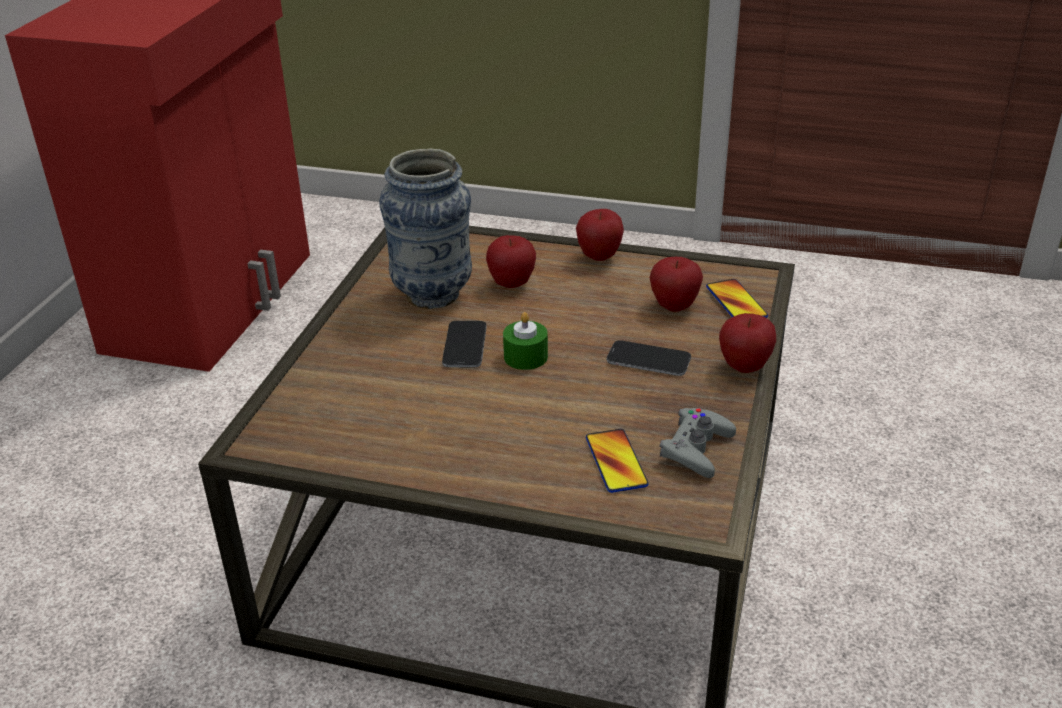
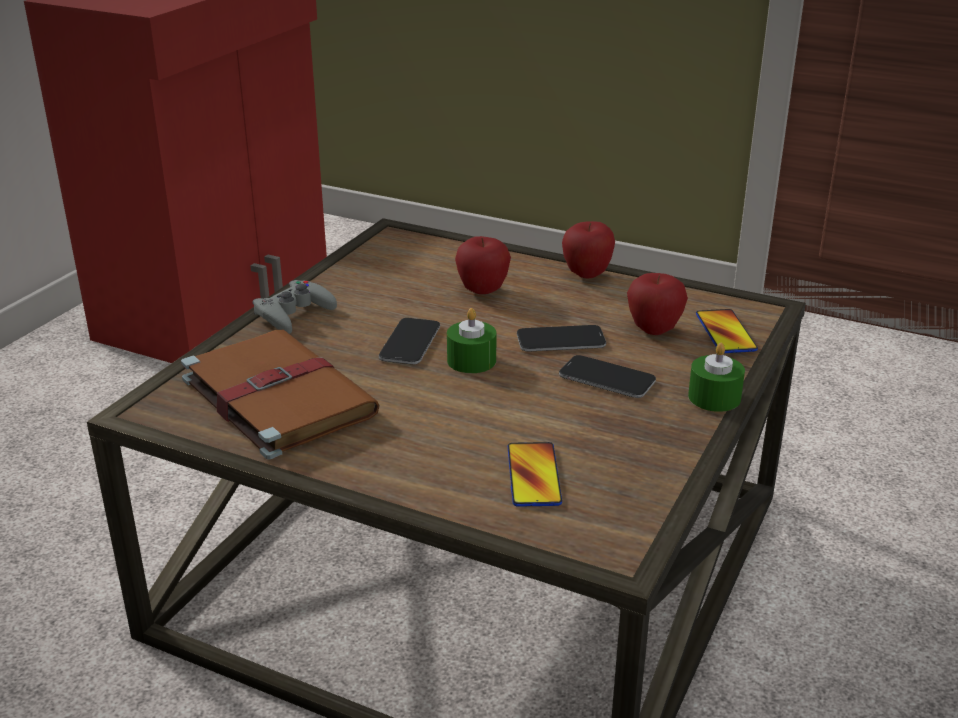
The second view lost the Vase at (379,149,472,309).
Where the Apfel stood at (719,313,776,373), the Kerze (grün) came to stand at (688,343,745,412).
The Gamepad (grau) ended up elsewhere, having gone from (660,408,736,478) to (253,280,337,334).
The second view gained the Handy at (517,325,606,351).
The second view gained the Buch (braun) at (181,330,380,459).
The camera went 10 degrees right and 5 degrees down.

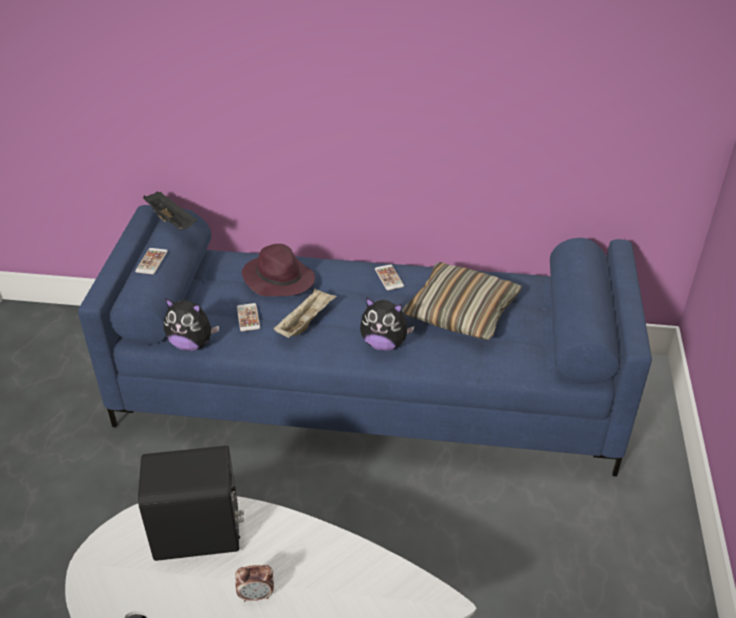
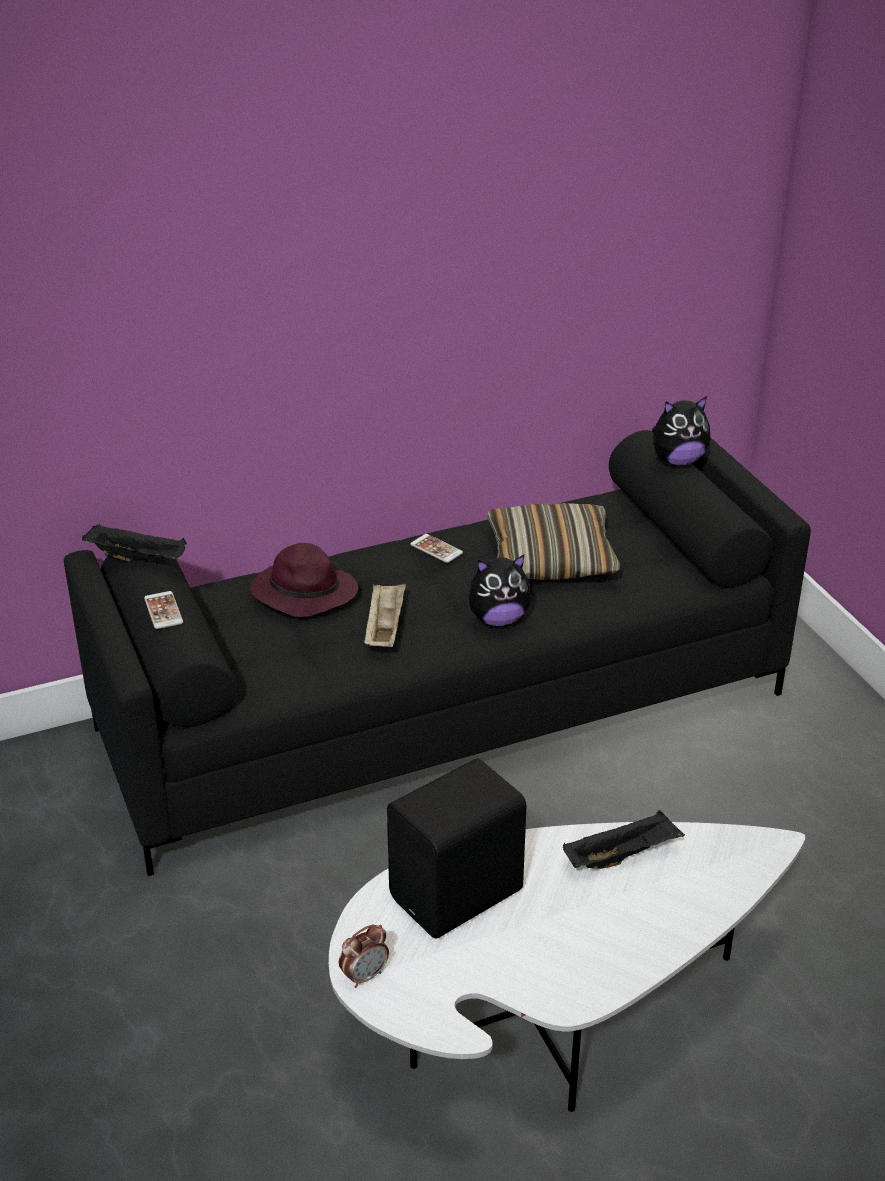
What was the Sofa (blau) at (78,205,652,476) turned into the Sofa (schwarz) at (64,430,811,876).
The Plüschtier ended up elsewhere, having gone from (164,298,219,351) to (652,396,710,466).
The second view lost the Handy at (237,303,260,331).
The Wecker ended up elsewhere, having gone from (235,565,274,602) to (339,924,389,988).
The second view gained the Tablett (schwarz) at (563,810,685,869).
The camera went 30 degrees left and 5 degrees down.

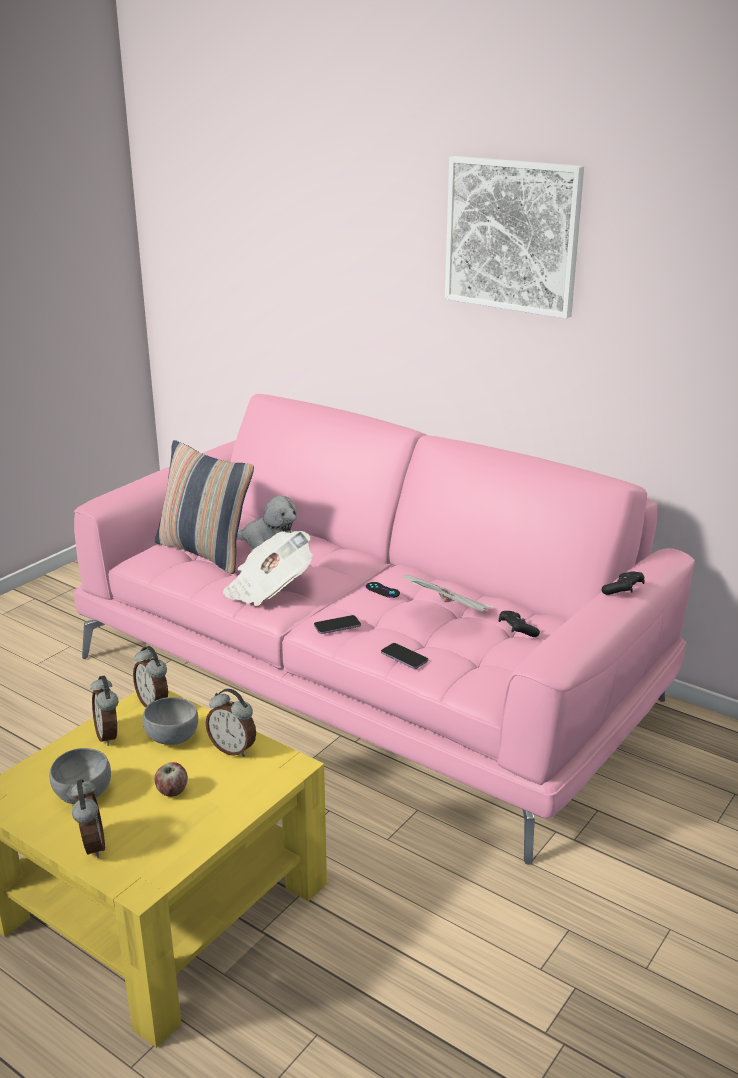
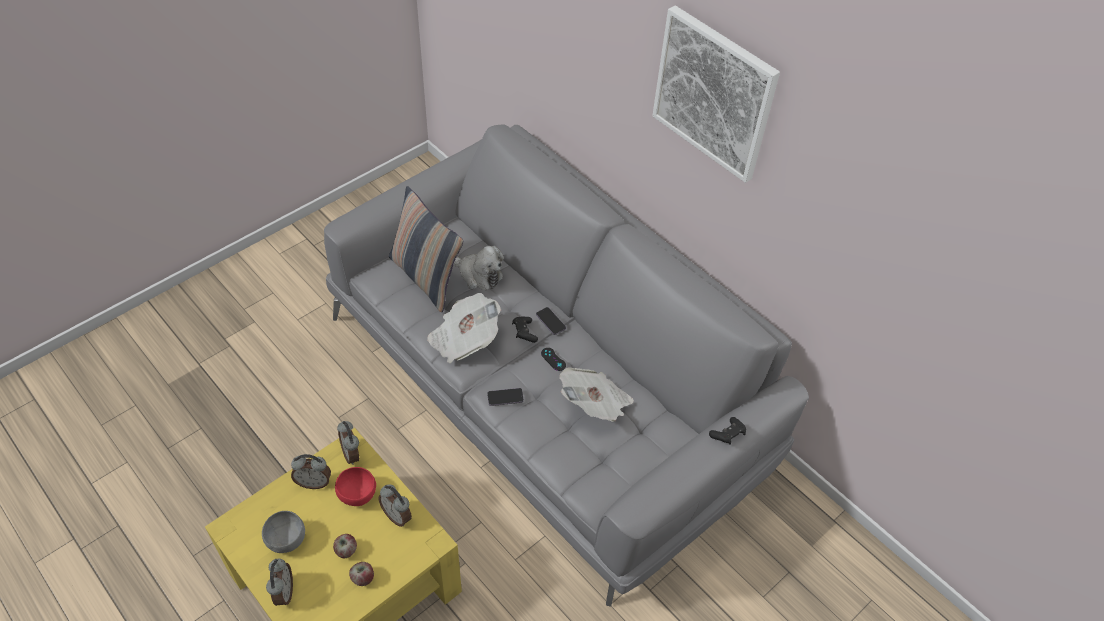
What was the Sofa (rosa) at (74,394,695,865) turned into the Sofa (grau) at (324,124,809,607).
The Gamepad (schwarz) ended up elsewhere, having gone from (499,611,540,637) to (512,317,538,343).
The Handy ended up elsewhere, having gone from (381,643,428,669) to (536,307,566,335).
The Wecker at (90,676,118,746) ended up facing another way, 75 degrees counterclockwise from before.
What was the Schüssel (grau) at (142,697,198,745) turned into the Schüssel (rot) at (335,467,376,506).
The second view gained the Apfel at (349,562,374,586).
The camera went 10 degrees right and 25 degrees up.

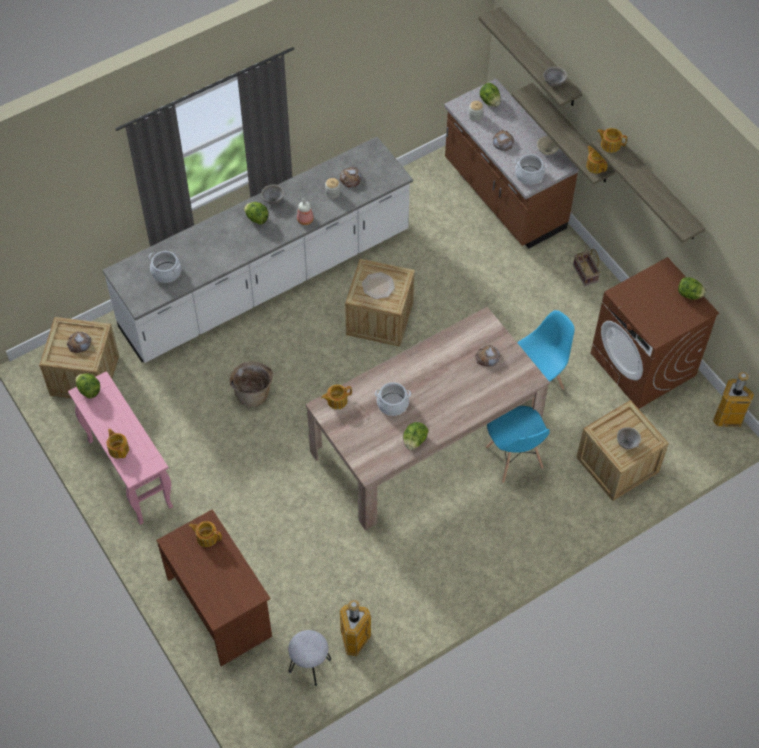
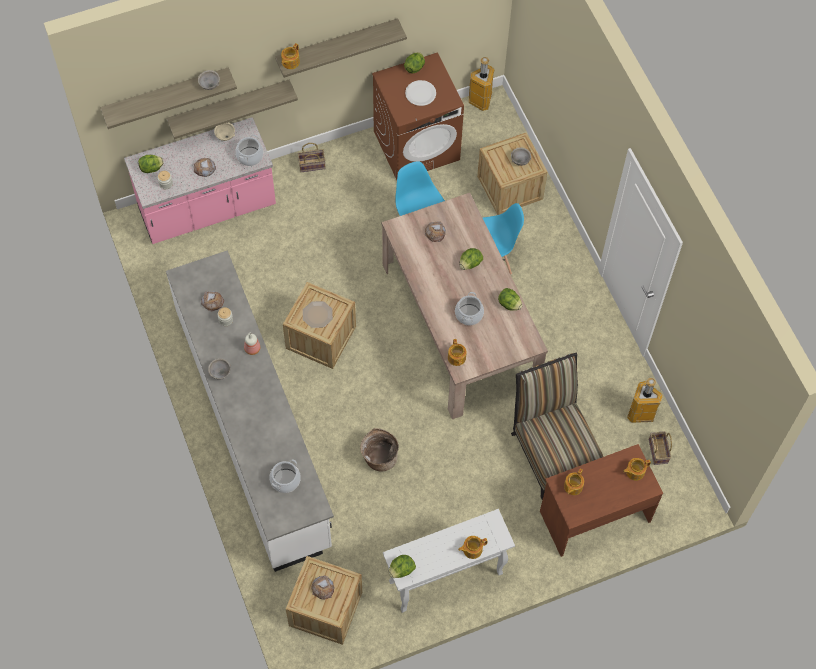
What was the Küchenzeile (braun) at (444,79,579,249) turned into the Küchenzeile (rosa) at (124,117,276,244).
The Teekanne ended up elsewhere, having gone from (586,146,608,173) to (623,458,651,481).
The Salatkopf ended up elsewhere, having gone from (244,202,269,225) to (460,248,483,270).
What was the Konsolentisch (rosa) at (68,371,173,525) turned into the Konsolentisch (weiß) at (383,509,515,613).
Where the Hocker (grau) stood at (288,630,331,686), the Korb came to stand at (649,431,672,465).
The second view gained the Teller (weiß) at (405,80,436,106).
The second view gained the Stuhl at (511,353,604,500).
The camera went 80 degrees left and 5 degrees up.

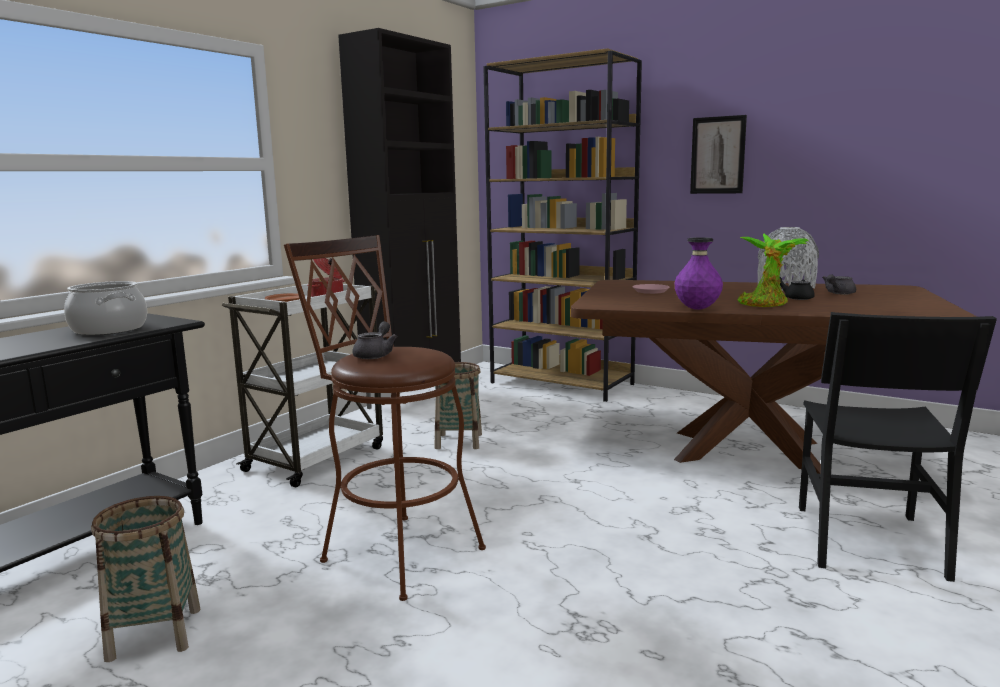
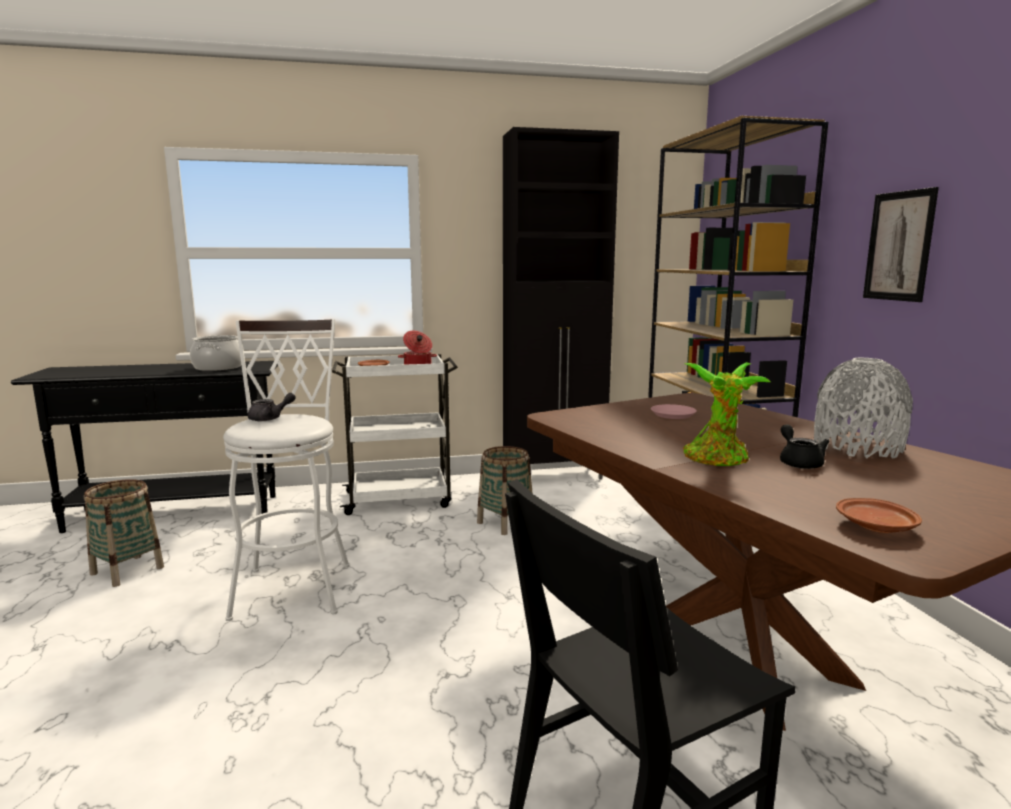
What was the Hocker (braun) at (284,235,486,601) turned into the Hocker (weiß) at (223,319,349,621).
The second view lost the Vase (lila) at (675,237,723,310).
The second view lost the Teekanne (grau) at (822,274,856,295).
The second view gained the Teller (braun) at (836,498,922,533).
The camera went 45 degrees right and 0 degrees up.

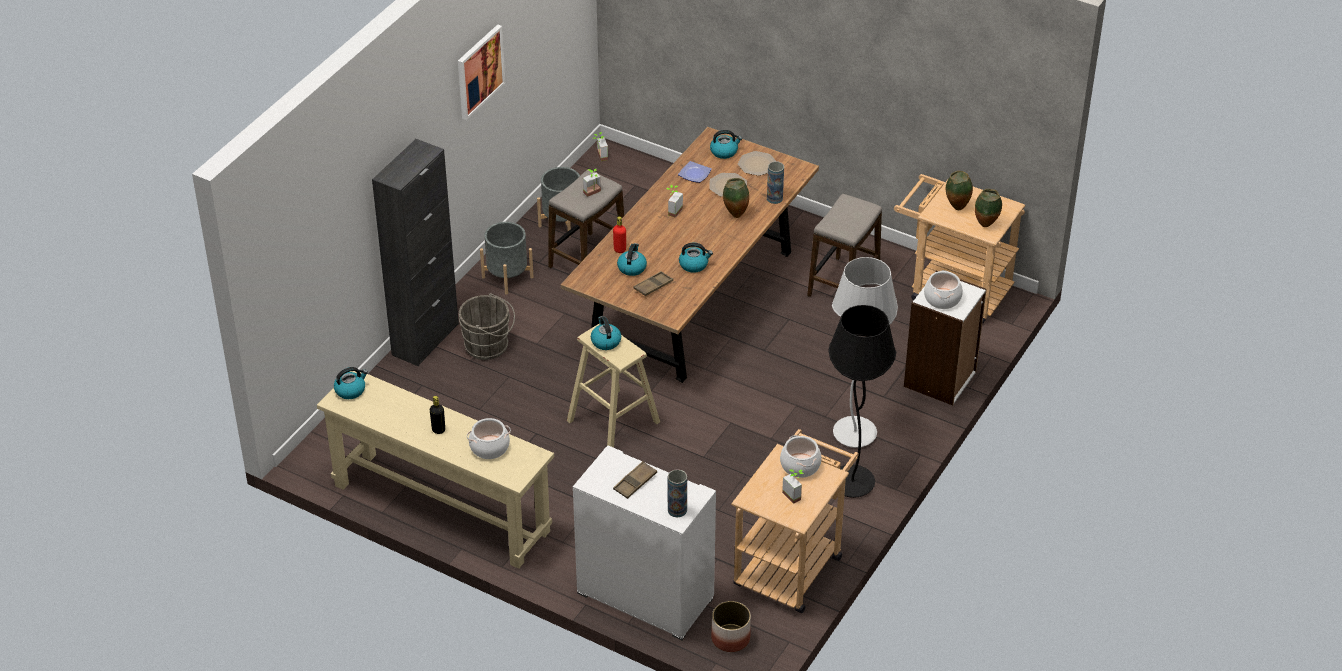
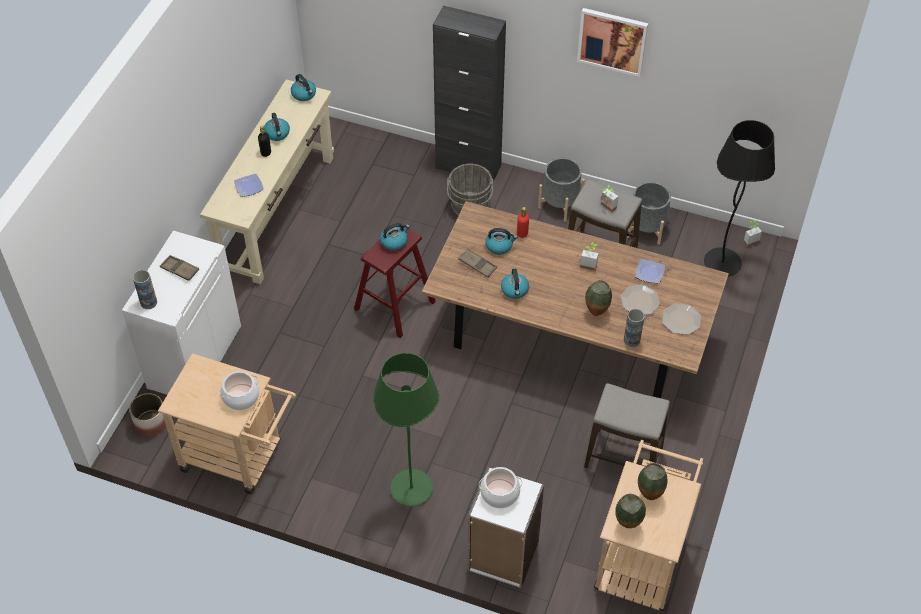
The Wasserkessel ended up elsewhere, having gone from (710,130,742,159) to (264,113,290,141).
What was the Stehlampe (weiß) at (832,257,898,448) turned into the Stehlampe (grün) at (373,353,440,506).
The Stehlampe (schwarz) ended up elsewhere, having gone from (828,305,896,498) to (704,120,775,277).
What was the Hocker (beige) at (567,324,660,448) turned into the Hocker (rot) at (354,229,436,338).
Where the Kochtopf stood at (467,418,511,459), the Teller came to stand at (234,174,264,197).
The second view lost the Topfpflanze at (782,469,804,504).
The camera went 80 degrees right and 10 degrees up.

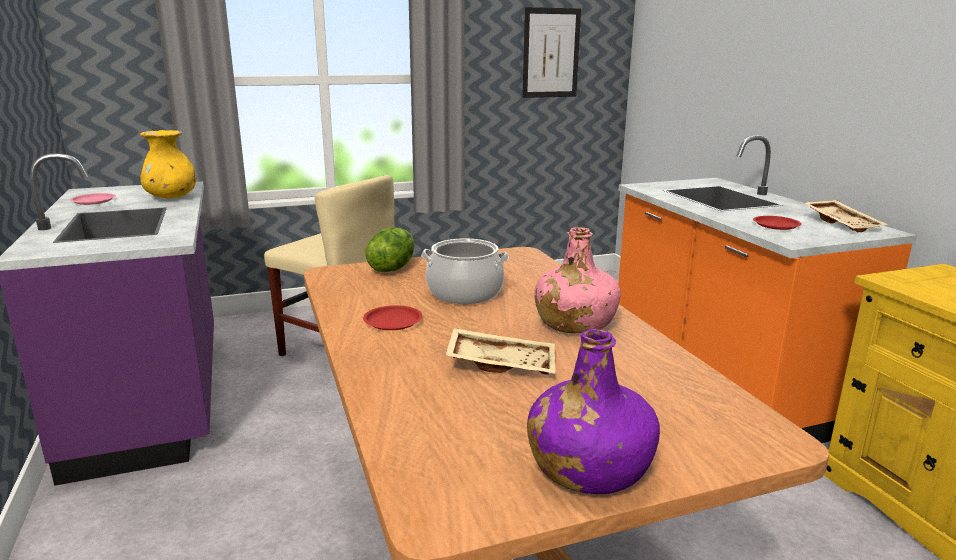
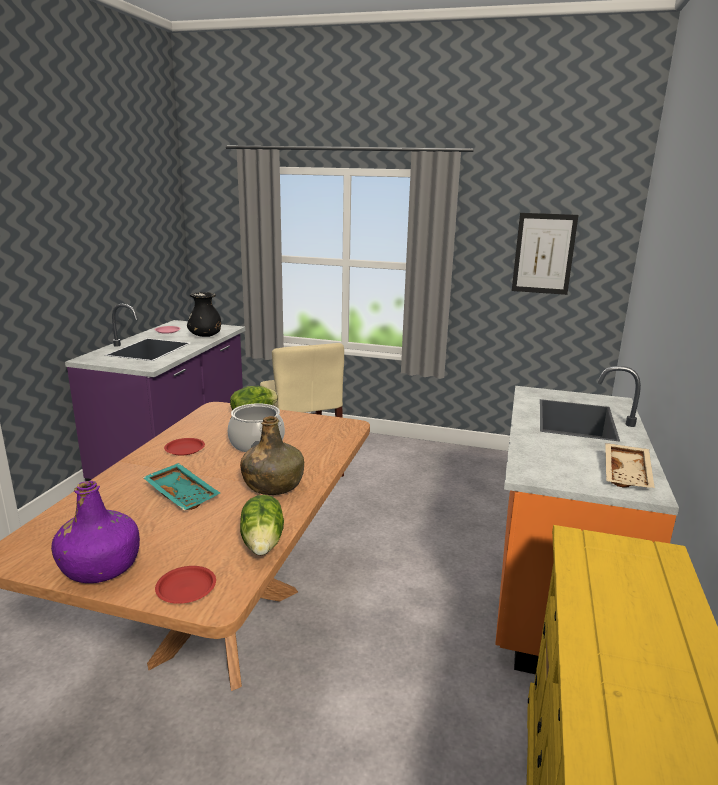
What was the Vase (gelb) at (140,130,196,199) turned into the Vase (schwarz) at (187,292,221,337).
The Teller (rot) ended up elsewhere, having gone from (753,216,802,230) to (155,566,216,604).
What was the Flasche (rosa) at (534,227,621,334) turned into the Flasche (grün) at (240,416,304,495).
What was the Tablett (beige) at (446,328,556,375) turned into the Tablett (türkis) at (143,463,220,511).
The second view gained the Salatkopf at (240,495,284,555).
The camera went 35 degrees right and 0 degrees up.

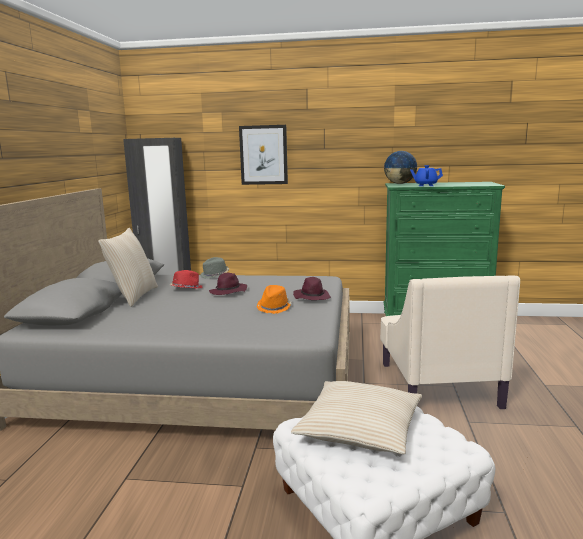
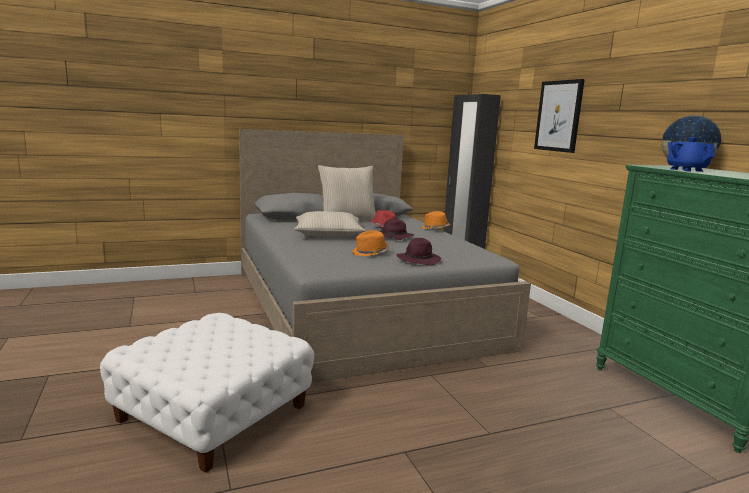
What was the Hut (grau) at (200,257,229,279) turned into the Hut (orange) at (421,211,450,229).
The second view lost the Sessel (beige) at (380,275,520,409).
The Kissen (beige) ended up elsewhere, having gone from (291,381,422,454) to (294,211,366,237).
The camera went 60 degrees right and 0 degrees up.

